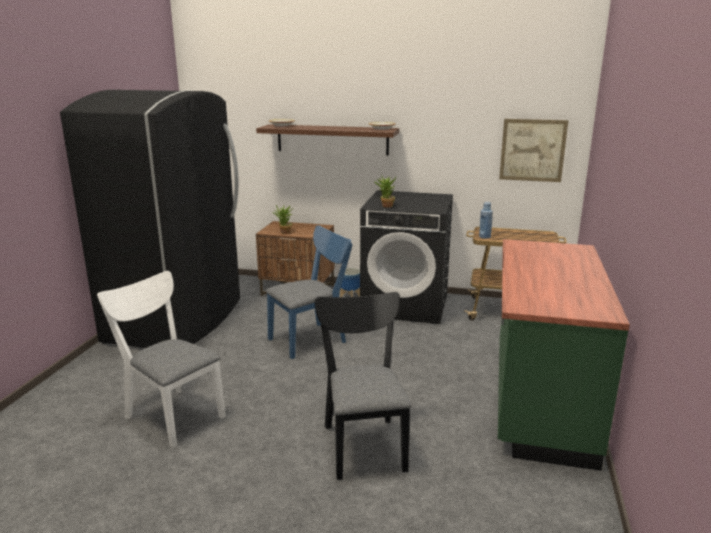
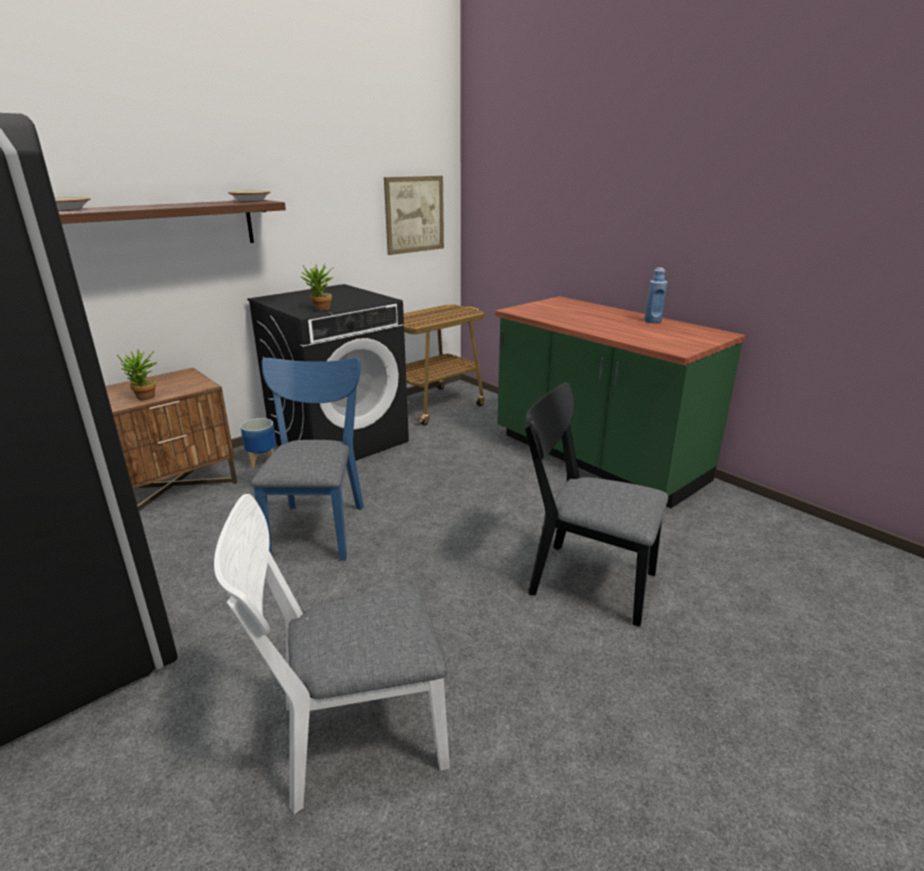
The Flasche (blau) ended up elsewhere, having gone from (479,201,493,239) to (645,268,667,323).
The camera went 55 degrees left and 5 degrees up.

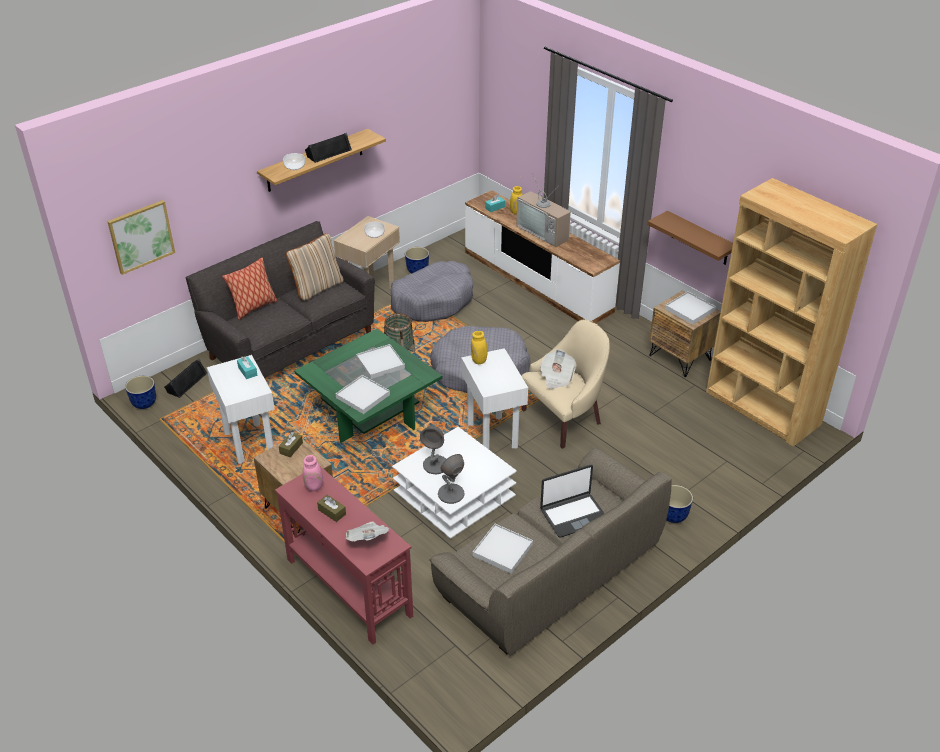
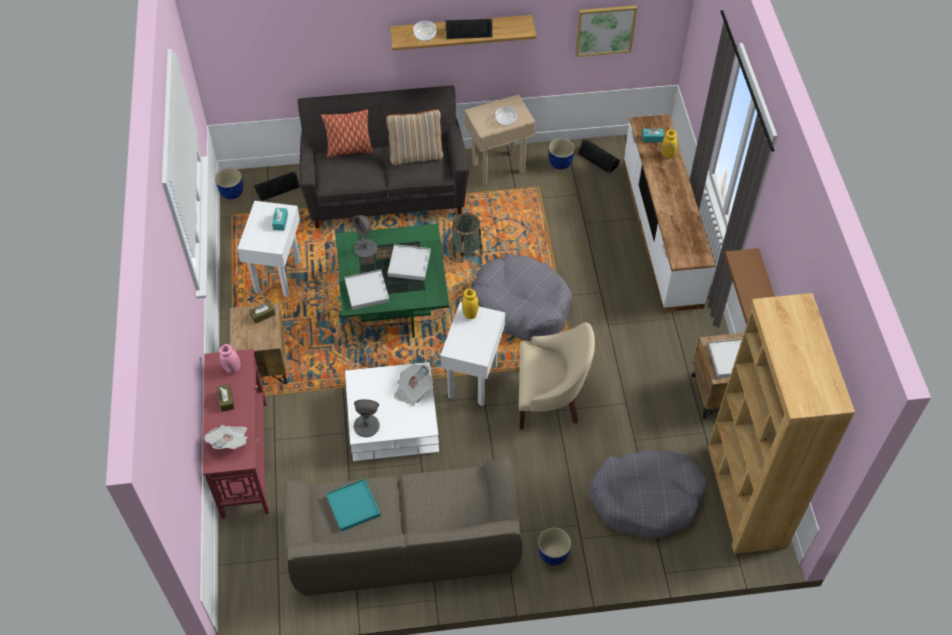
The second view lost the Fernseher at (516,175,571,247).
The Bild ended up elsewhere, having gone from (107,200,175,275) to (575,5,637,57).
The Hundebett (grau) ended up elsewhere, having gone from (391,261,473,322) to (589,450,707,539).
The Zeitung ended up elsewhere, having gone from (540,349,577,389) to (394,364,433,406).
The Tischlampe (grau) ended up elsewhere, having gone from (420,426,446,474) to (353,215,378,258).
The second view lost the Laptop at (540,465,605,538).
What was the Tablett (weiß) at (473,524,533,574) turned into the Tablett (türkis) at (326,479,381,532).
The second view gained the Lautsprecher (schwarz) at (577,139,620,174).
The camera went 35 degrees right and 15 degrees up.

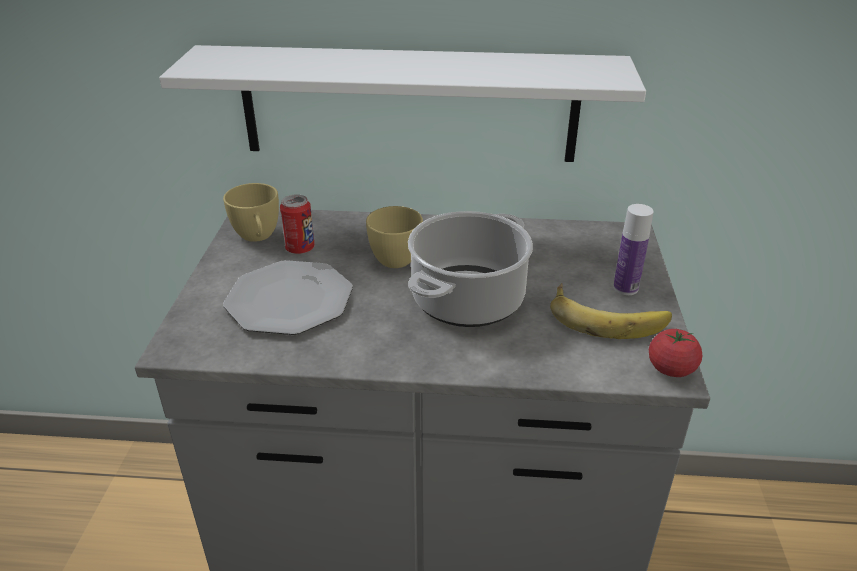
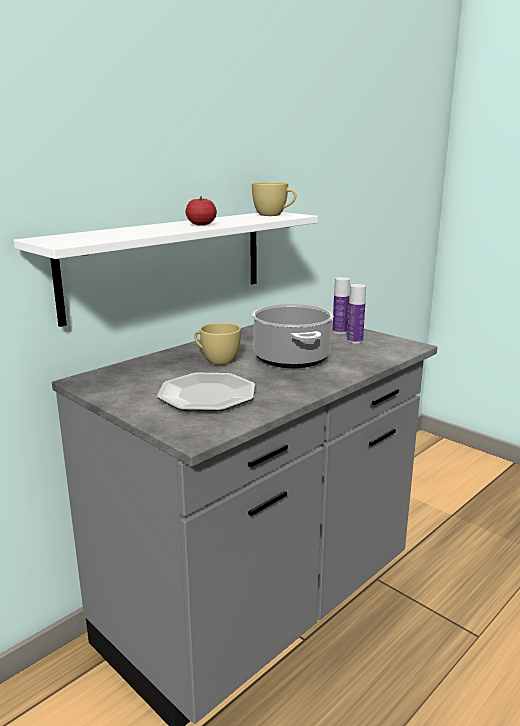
The Tasse (gelb) ended up elsewhere, having gone from (223,183,279,242) to (252,182,297,216).
The second view lost the Dose at (280,194,315,254).
Where the Banane stood at (550,283,672,339), the Flasche came to stand at (347,284,366,344).
The Tomate ended up elsewhere, having gone from (649,329,702,377) to (186,196,217,225).
The camera went 50 degrees left and 15 degrees down.

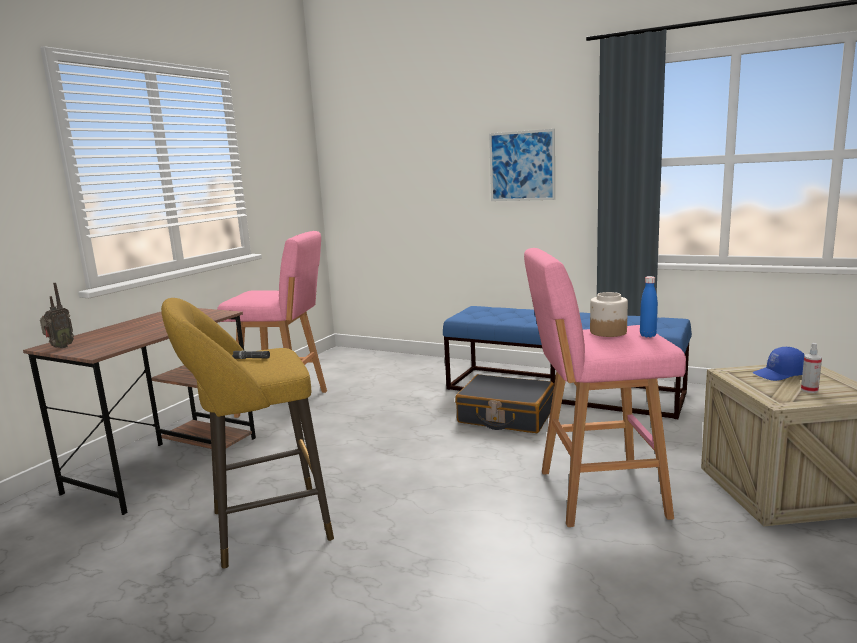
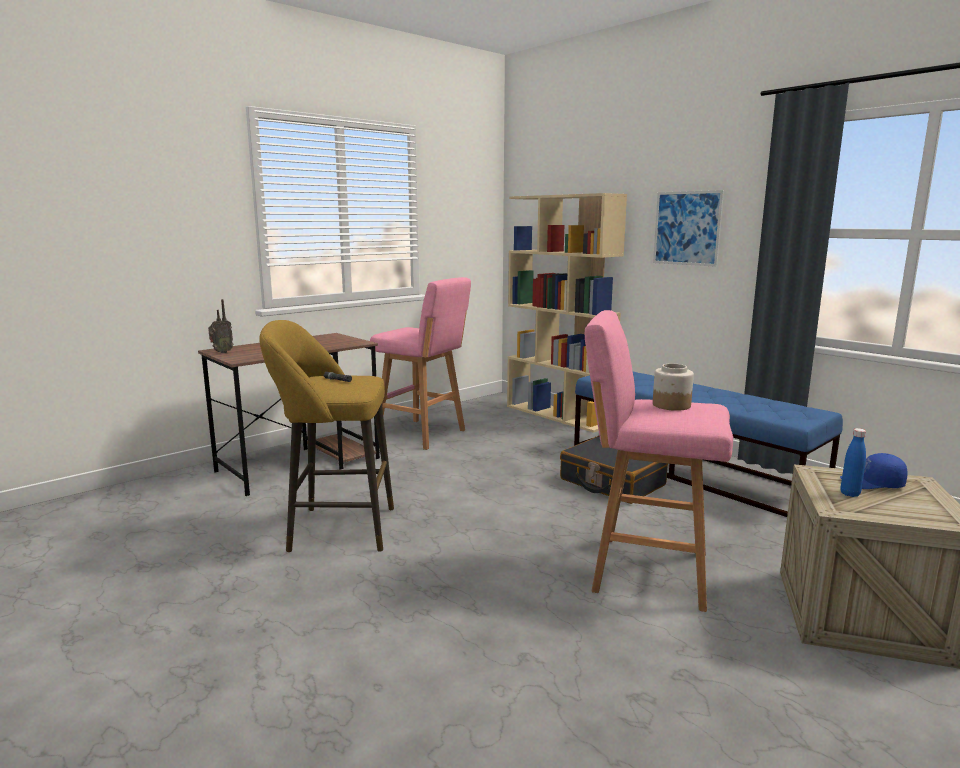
The Flasche (blau) ended up elsewhere, having gone from (640,276,658,338) to (840,428,866,497).
The second view lost the Sprühflasche at (801,343,822,393).
The second view gained the Bücherregal (beige) at (507,193,627,433).
The camera went 20 degrees right and 0 degrees up.

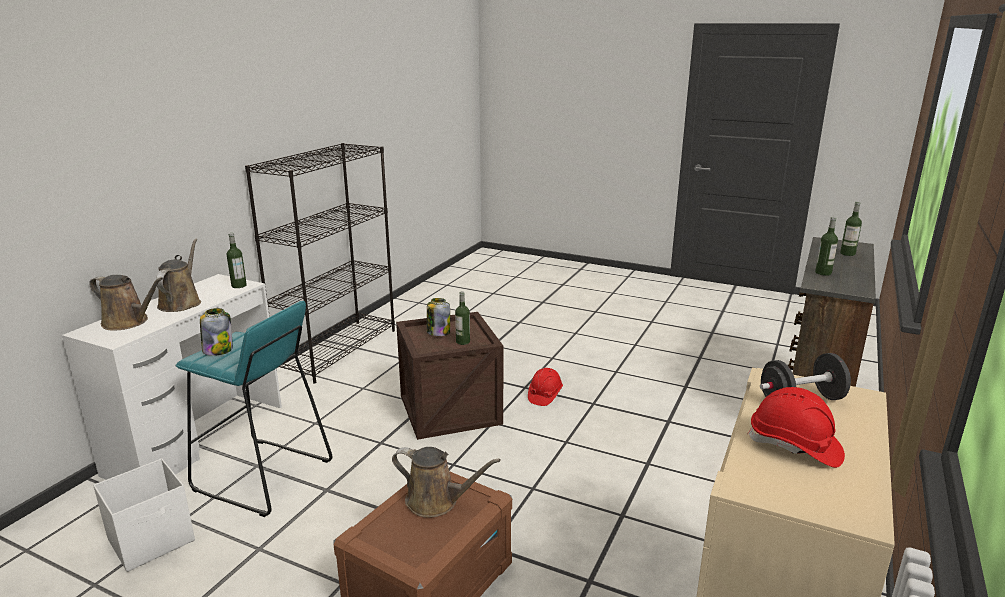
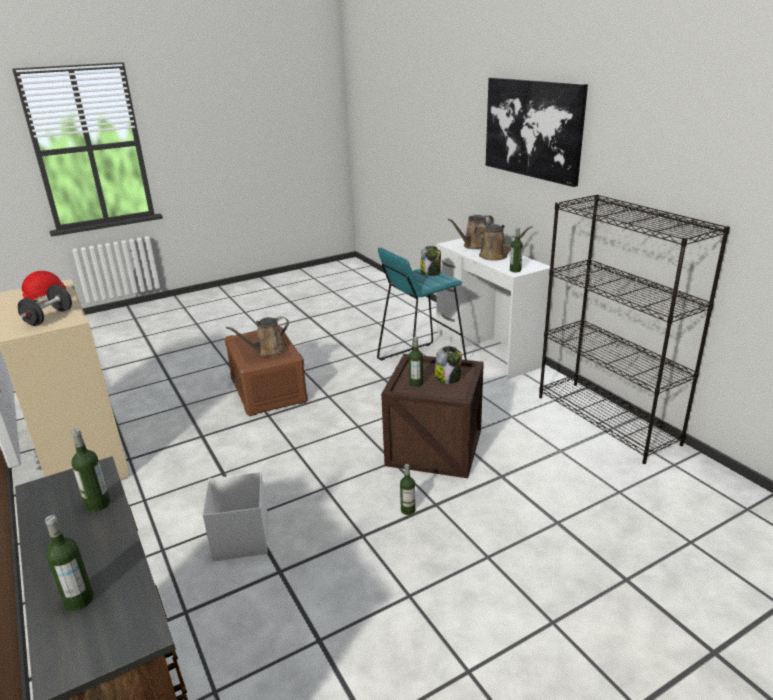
Where the Schutzhelm (rot) stood at (528,368,563,406), the Flasche came to stand at (400,464,415,515).
The Aufbewahrungsbox (weiß) ended up elsewhere, having gone from (93,458,195,572) to (203,472,268,561).
The second view gained the Bild at (486,78,588,187).
The camera went 125 degrees right and 5 degrees up.

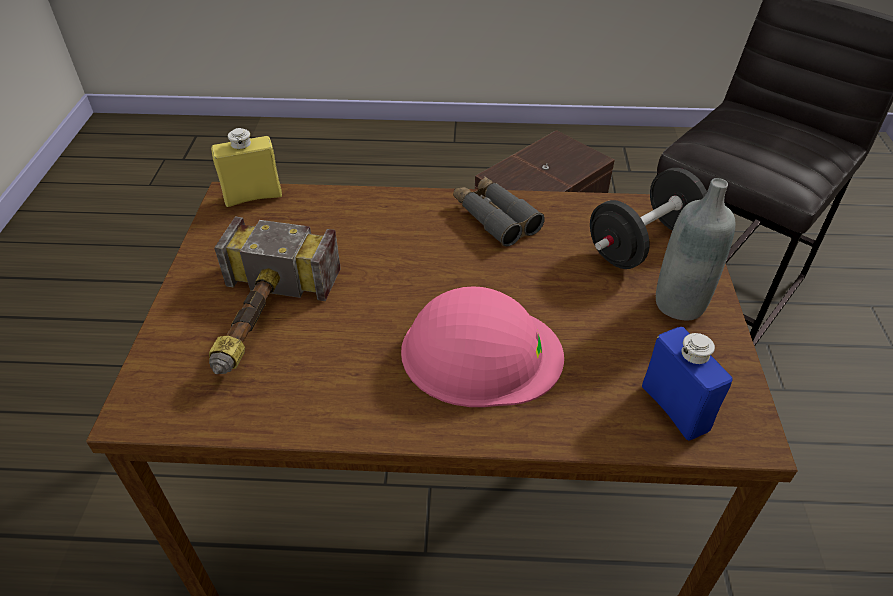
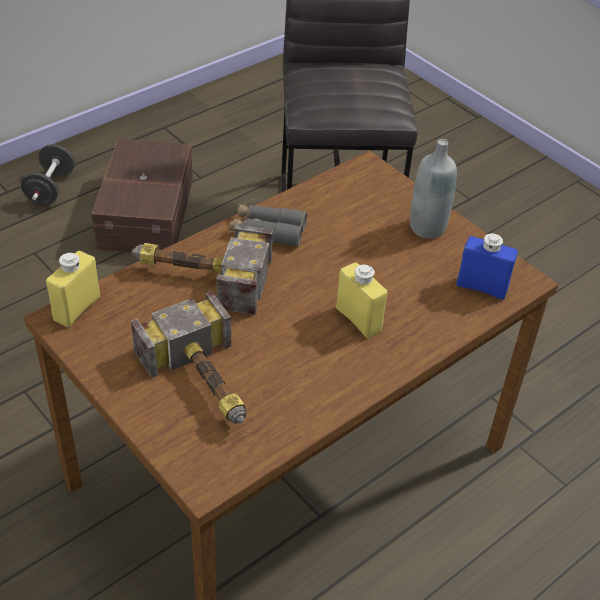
The Hantel (schwarz) ended up elsewhere, having gone from (590,168,707,269) to (21,144,75,205).
Where the Schutzhelm (rosa) stood at (401,286,564,407), the Flasche (gelb) came to stand at (336,262,387,338).
The second view gained the Hammer at (131,224,273,315).
The camera went 45 degrees left and 0 degrees up.

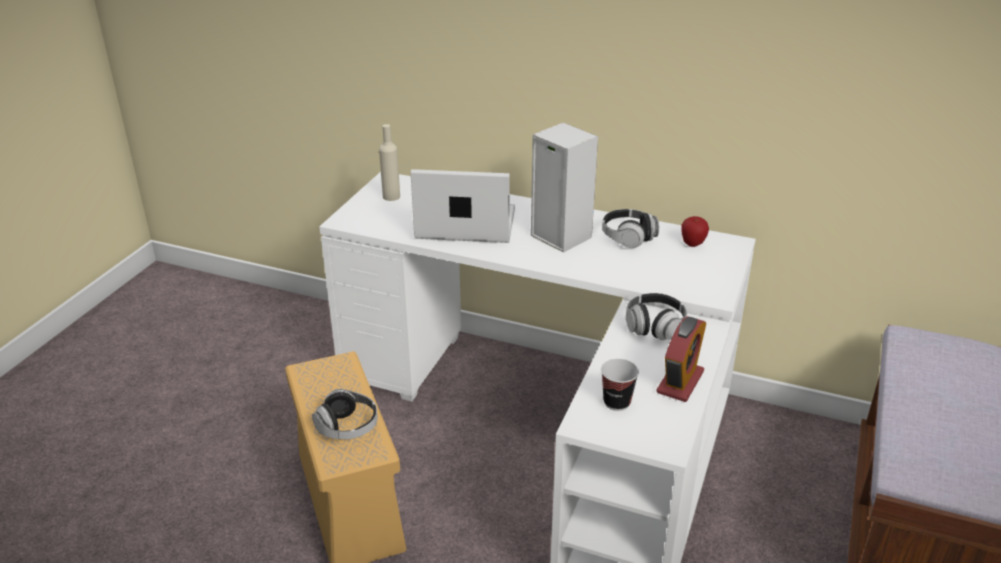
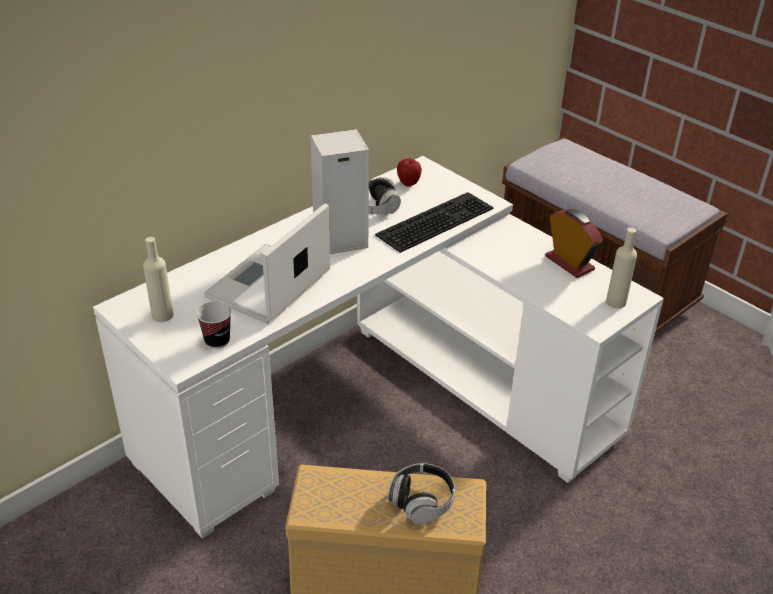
The second view lost the Kopfhörer at (626,293,687,340).
The Tasse ended up elsewhere, having gone from (601,359,639,411) to (196,301,231,349).
The second view gained the Tastatur at (375,192,493,253).
The second view gained the Flasche (beige) at (606,227,637,309).
The camera went 65 degrees left and 5 degrees up.

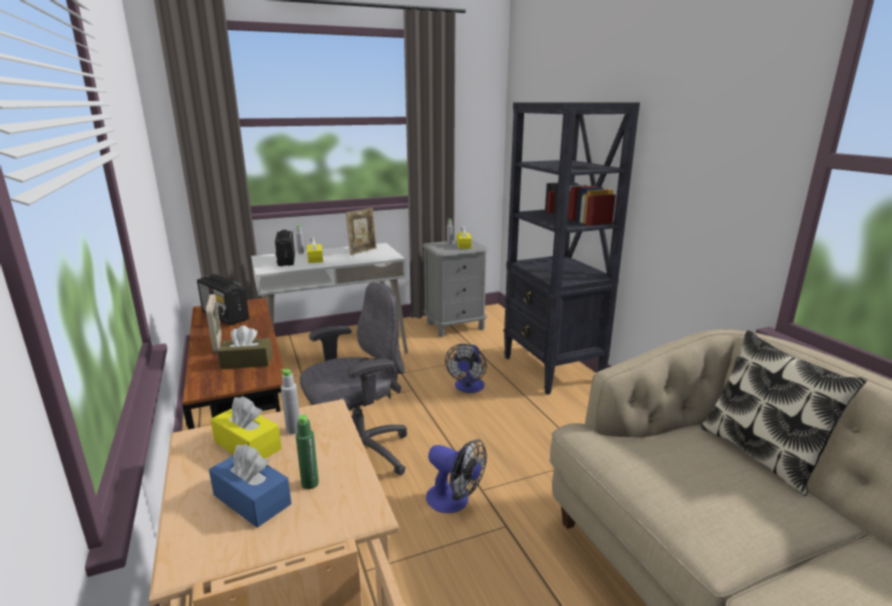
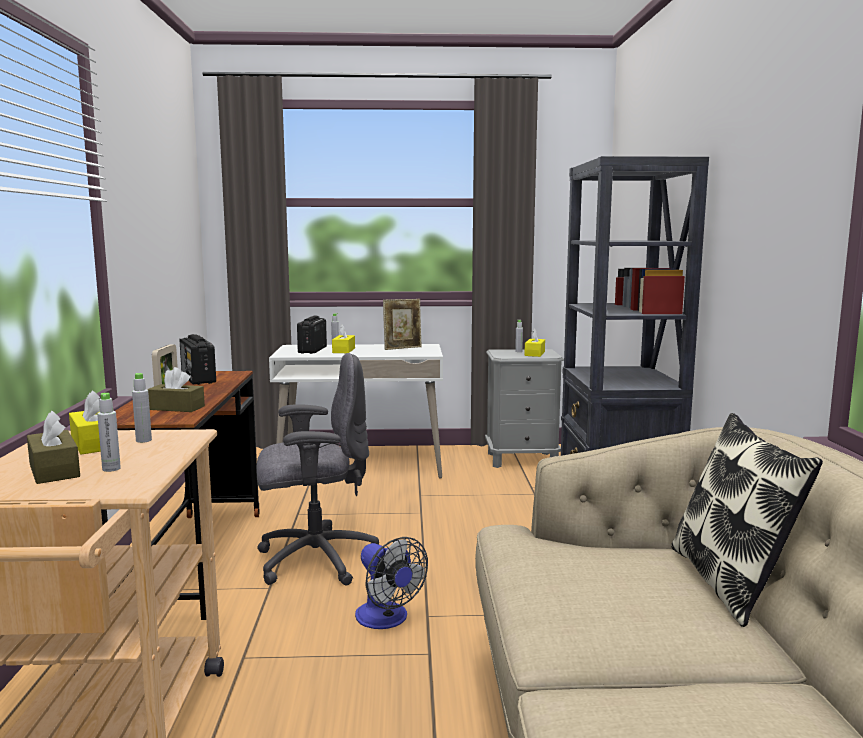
The second view lost the Ventilator at (445,344,487,393).
What was the Flasche (grün) at (296,415,319,489) turned into the Flasche (grau) at (97,393,121,472).
What was the Taschentuchbox (blau) at (209,444,291,528) turned into the Taschentuchbox (braun) at (27,410,80,484).
The camera went 20 degrees right and 10 degrees down.

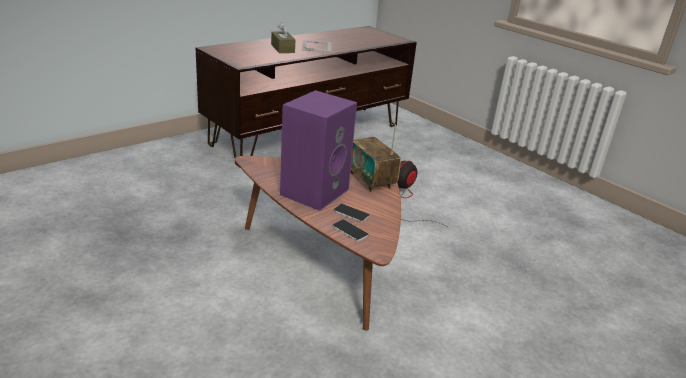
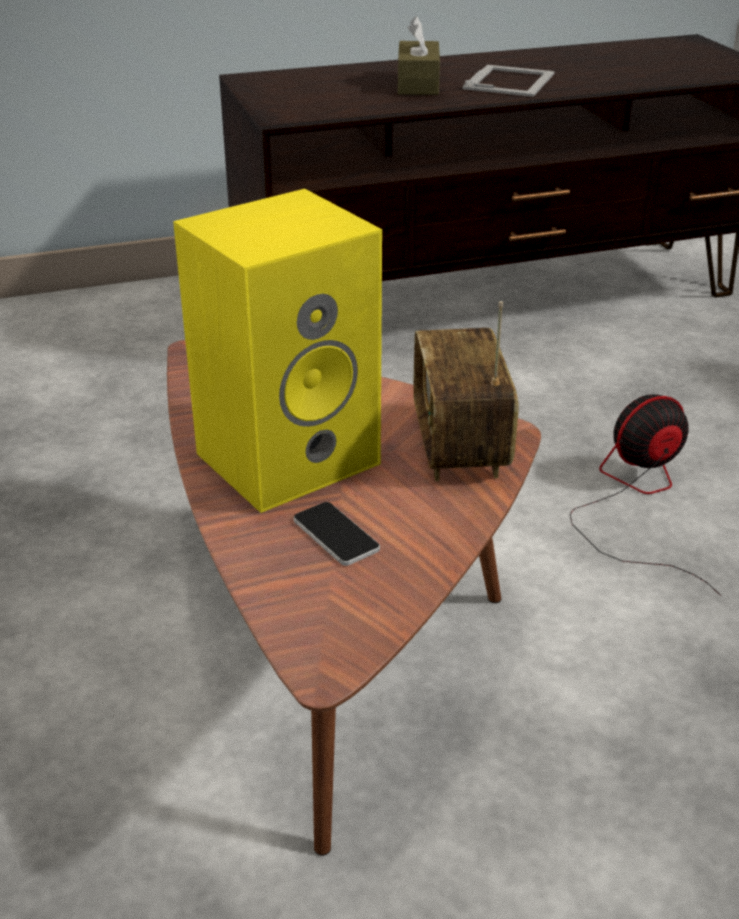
What was the Lautsprecher (lila) at (280,90,357,211) turned into the Lautsprecher (gelb) at (173,189,382,513).
The second view lost the Handy at (332,220,369,242).
The camera went 25 degrees right and 5 degrees up.

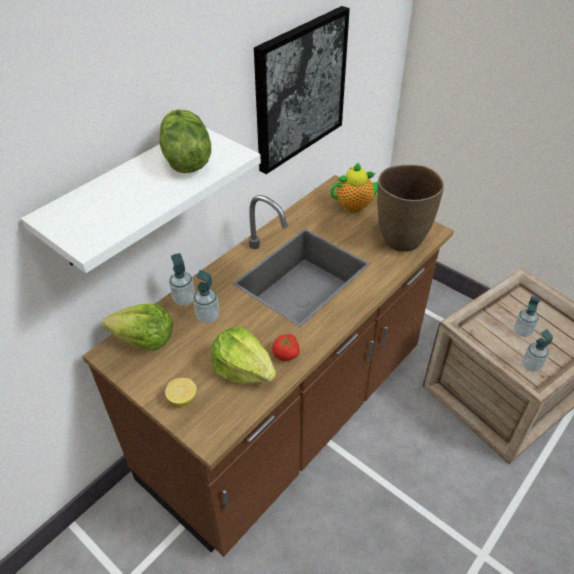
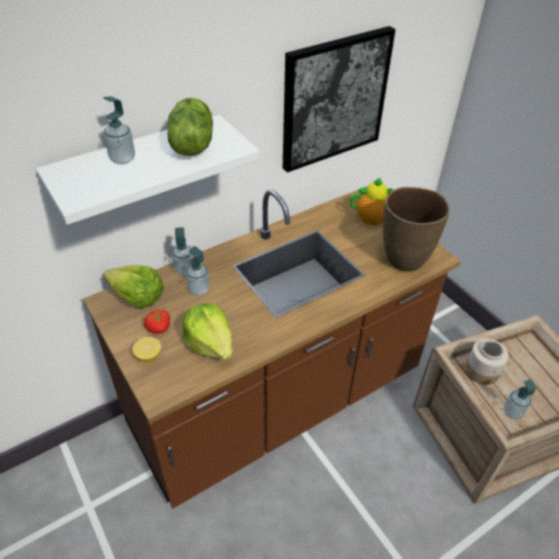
The Seifenspender ended up elsewhere, having gone from (514,296,541,337) to (103,96,135,164).
The Tomate ended up elsewhere, having gone from (272,334,299,361) to (144,309,170,334).
The second view gained the Vorratsglas at (465,339,509,385).
The camera went 15 degrees right and 0 degrees up.

